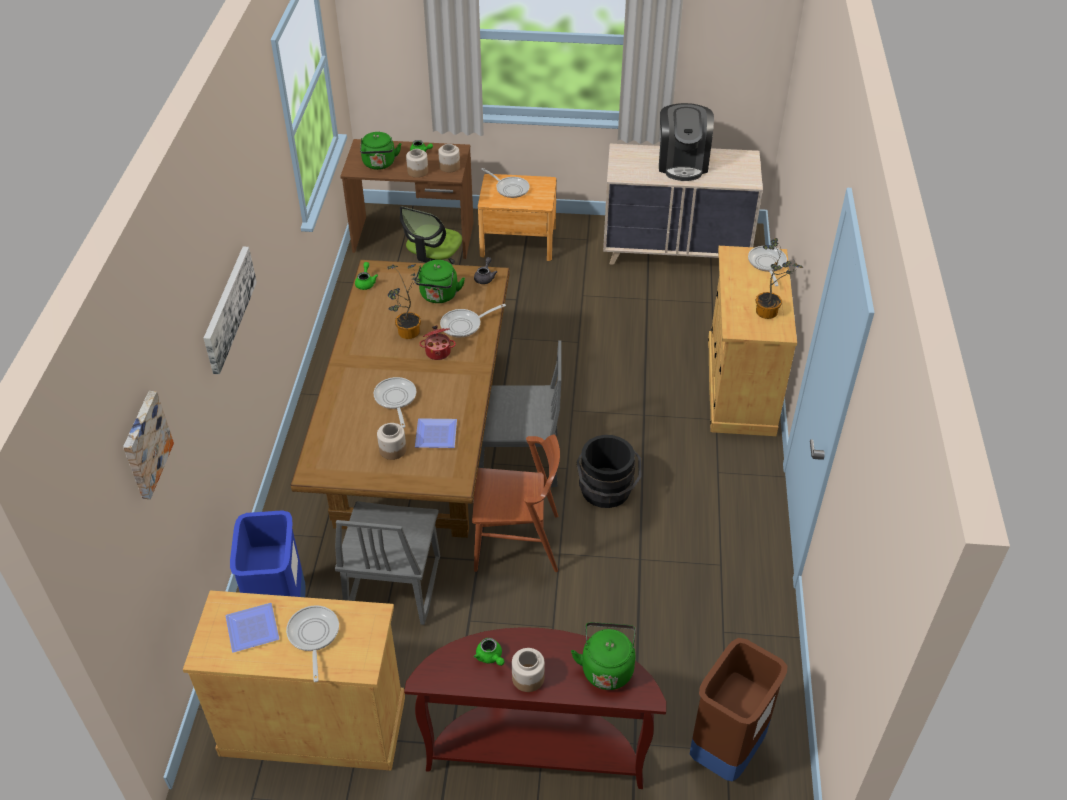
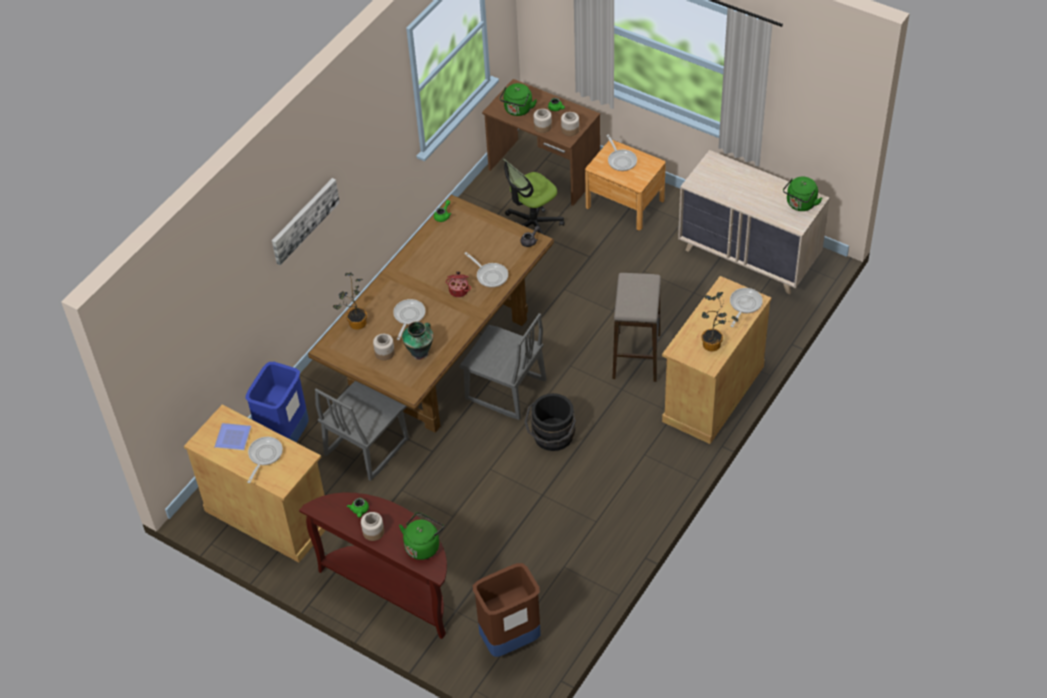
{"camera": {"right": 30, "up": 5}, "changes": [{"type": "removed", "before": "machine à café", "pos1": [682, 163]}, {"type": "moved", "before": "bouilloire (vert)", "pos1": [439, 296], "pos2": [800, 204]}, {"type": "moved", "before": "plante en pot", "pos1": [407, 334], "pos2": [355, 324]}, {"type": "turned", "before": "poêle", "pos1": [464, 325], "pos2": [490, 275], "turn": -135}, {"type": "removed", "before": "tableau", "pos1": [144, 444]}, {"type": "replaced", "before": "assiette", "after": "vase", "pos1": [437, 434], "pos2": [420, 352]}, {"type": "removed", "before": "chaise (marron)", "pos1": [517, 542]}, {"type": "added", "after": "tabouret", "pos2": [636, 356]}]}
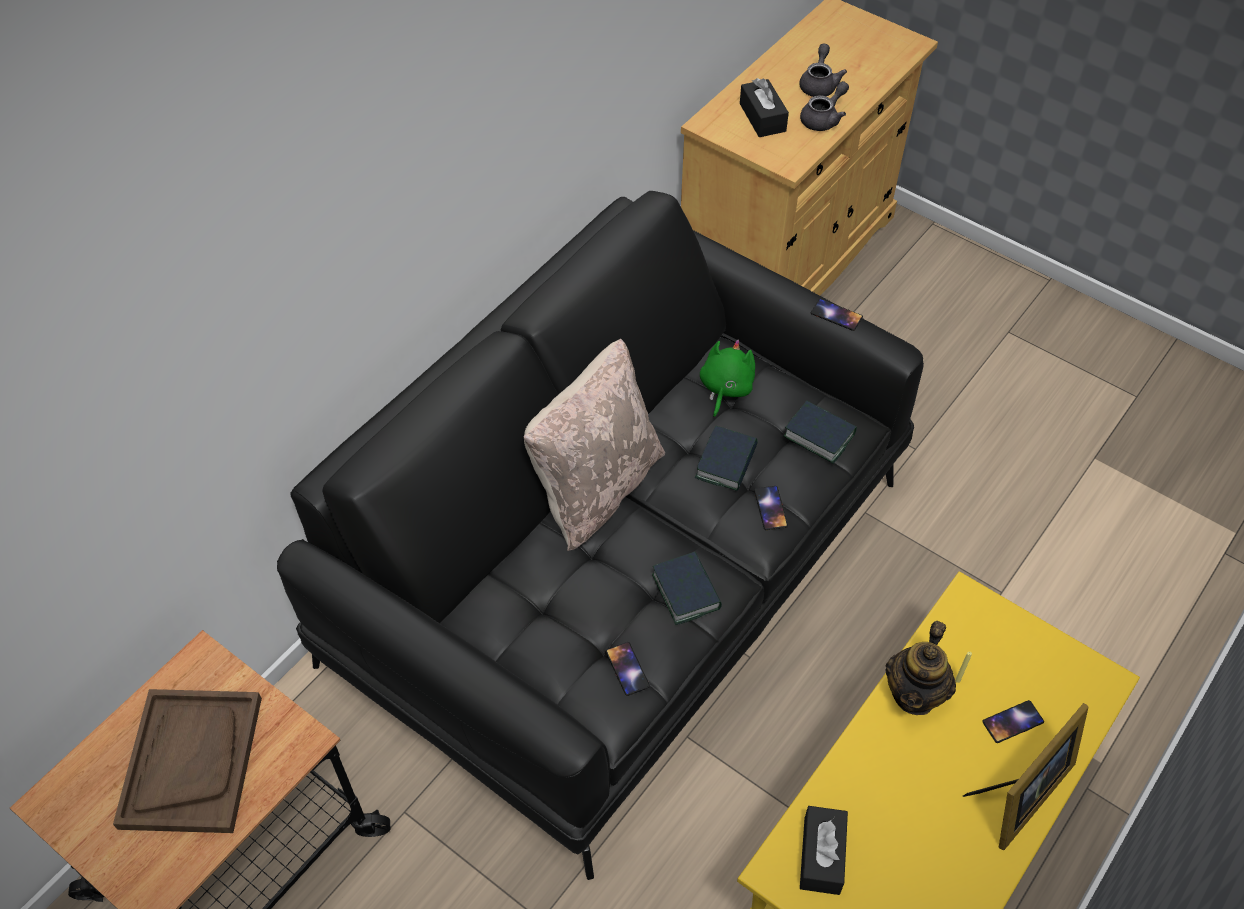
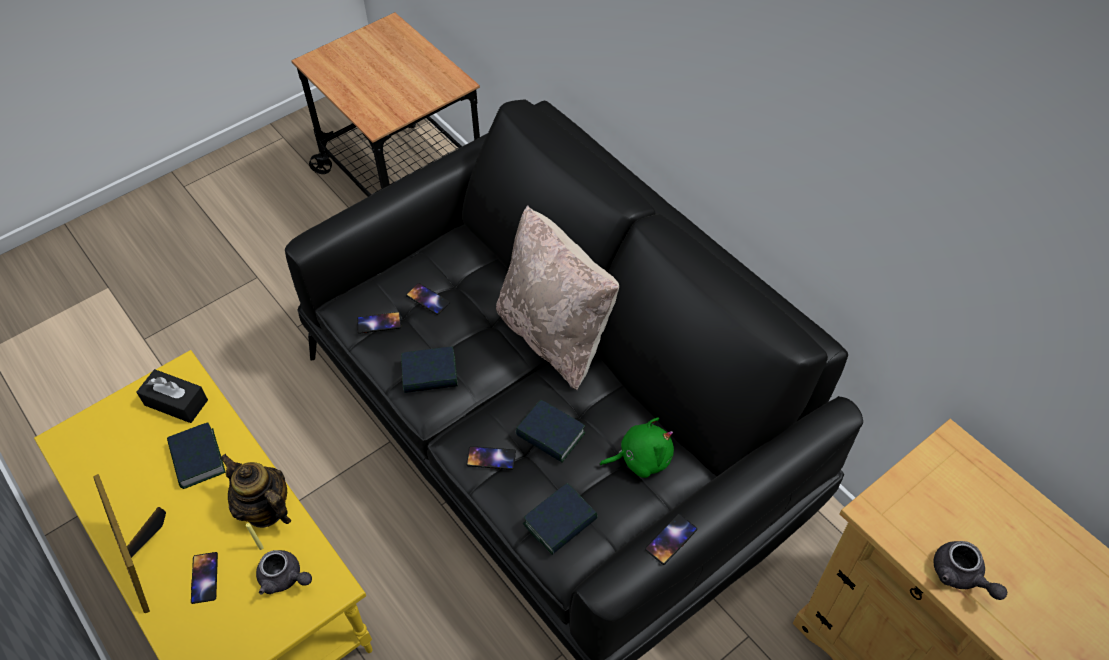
{"camera": {"right": 105, "up": 0}, "changes": [{"type": "moved", "before": "théière (gris)", "pos1": [819, 84], "pos2": [285, 578]}, {"type": "removed", "before": "boîte à mouchoirs (noir)", "pos1": [762, 117]}, {"type": "turned", "before": "peluche (vert)", "pos1": [725, 388], "pos2": [641, 458], "turn": -45}, {"type": "removed", "before": "plateau (marron)", "pos1": [191, 761]}, {"type": "added", "after": "téléphone", "pos2": [427, 299]}, {"type": "added", "after": "livre", "pos2": [197, 459]}]}
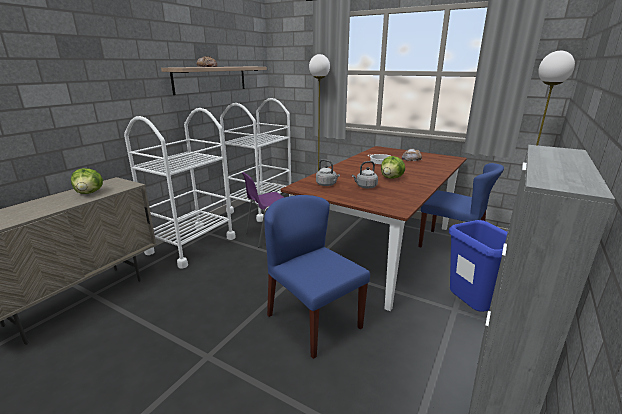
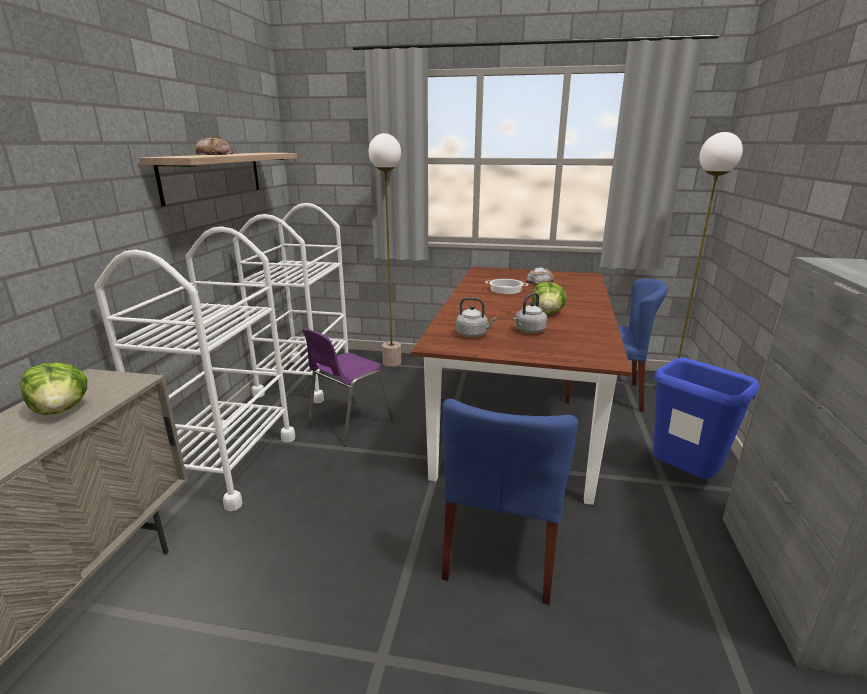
{"camera": {"right": -20, "up": 0}, "changes": [{"type": "turned", "before": "chaise (bleu)", "pos1": [313, 321], "pos2": [503, 547], "turn": -105}]}
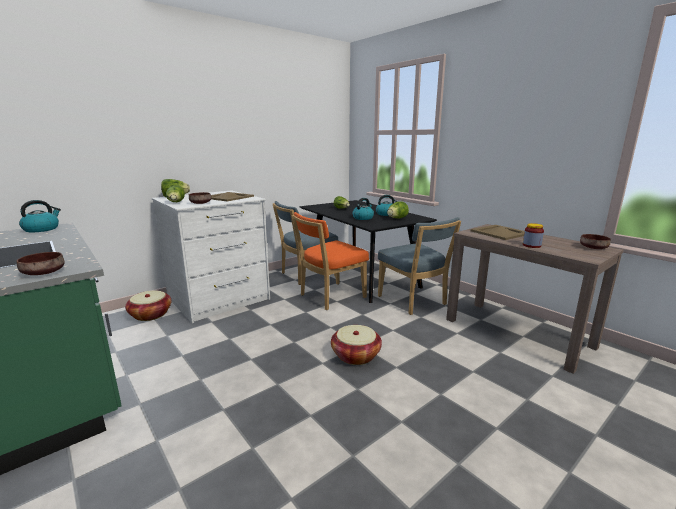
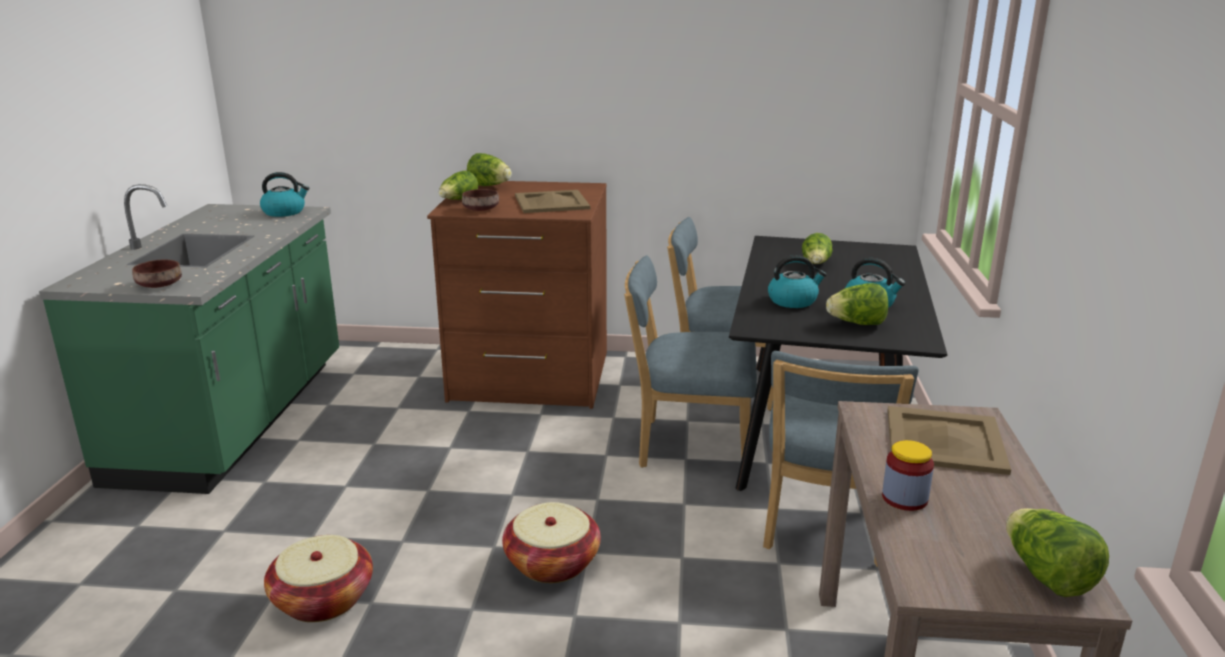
{"camera": {"right": 45, "up": 5}, "changes": [{"type": "recoloured", "before": "commode (blanc)", "after": "commode (marron)", "pos1": [219, 299], "pos2": [529, 377]}, {"type": "recoloured", "before": "chaise (orange)", "after": "chaise (bleu)", "pos1": [330, 297], "pos2": [688, 446]}, {"type": "replaced", "before": "bol (marron)", "after": "laitue", "pos1": [594, 248], "pos2": [1047, 576]}, {"type": "moved", "before": "panier", "pos1": [150, 315], "pos2": [323, 600]}]}
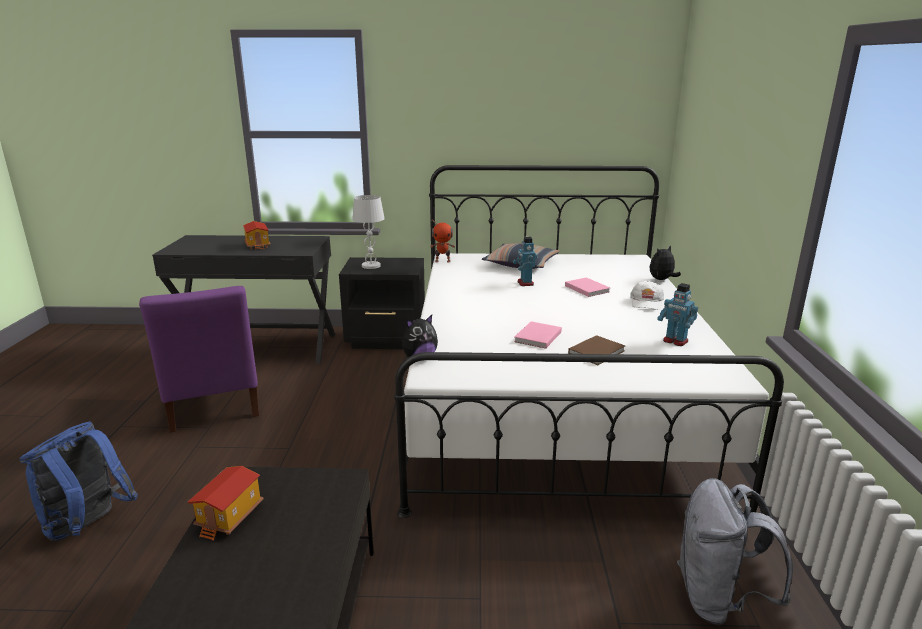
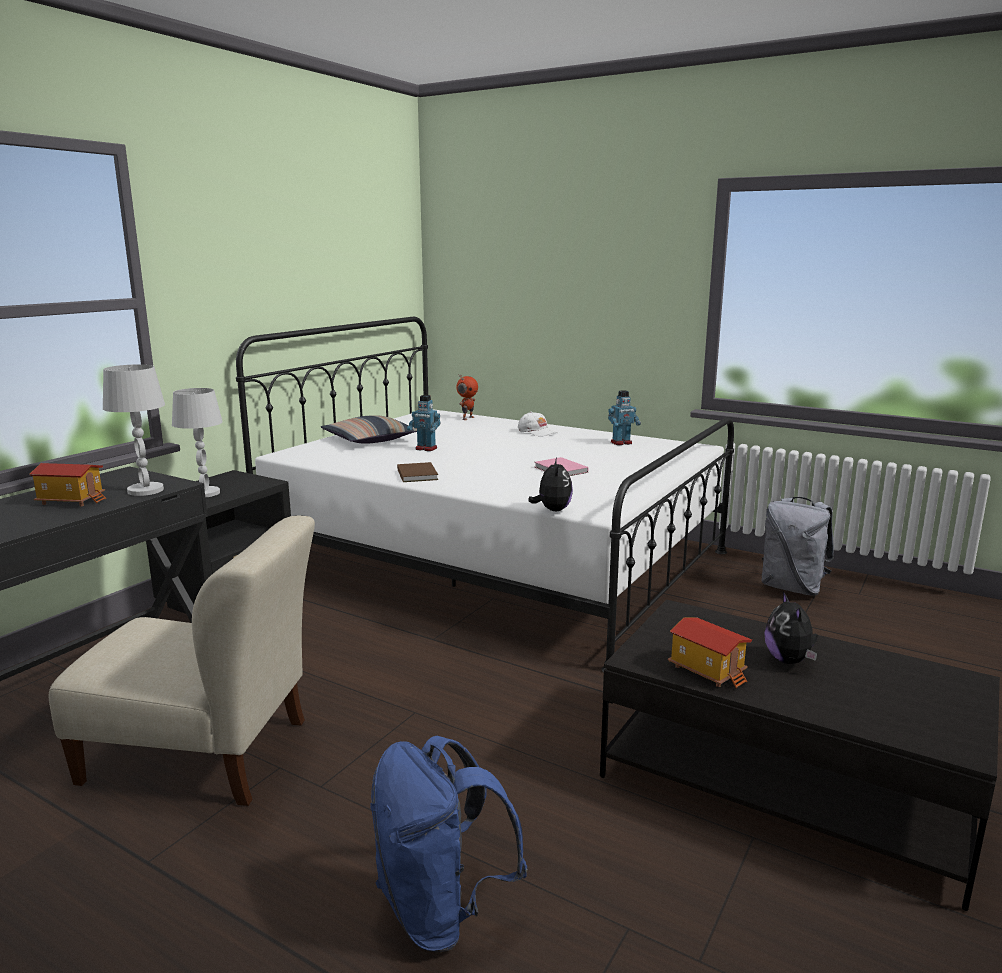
{"camera": {"right": -60, "up": -5}, "changes": [{"type": "moved", "before": "robot jouet", "pos1": [442, 261], "pos2": [467, 418]}, {"type": "moved", "before": "peluche", "pos1": [662, 280], "pos2": [789, 660]}, {"type": "removed", "before": "livre (rose)", "pos1": [586, 288]}, {"type": "recoloured", "before": "chaise (violet)", "after": "chaise (beige)", "pos1": [213, 402], "pos2": [205, 754]}, {"type": "moved", "before": "livre (marron)", "pos1": [598, 352], "pos2": [418, 474]}, {"type": "added", "after": "lampe de table (blanc)", "pos2": [145, 490]}]}
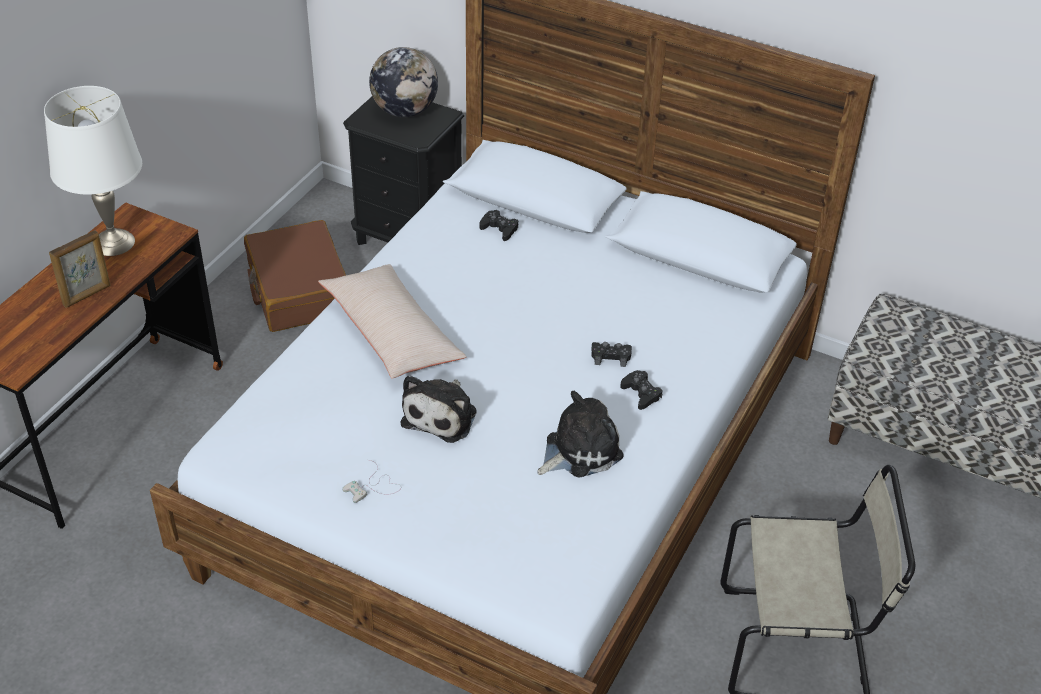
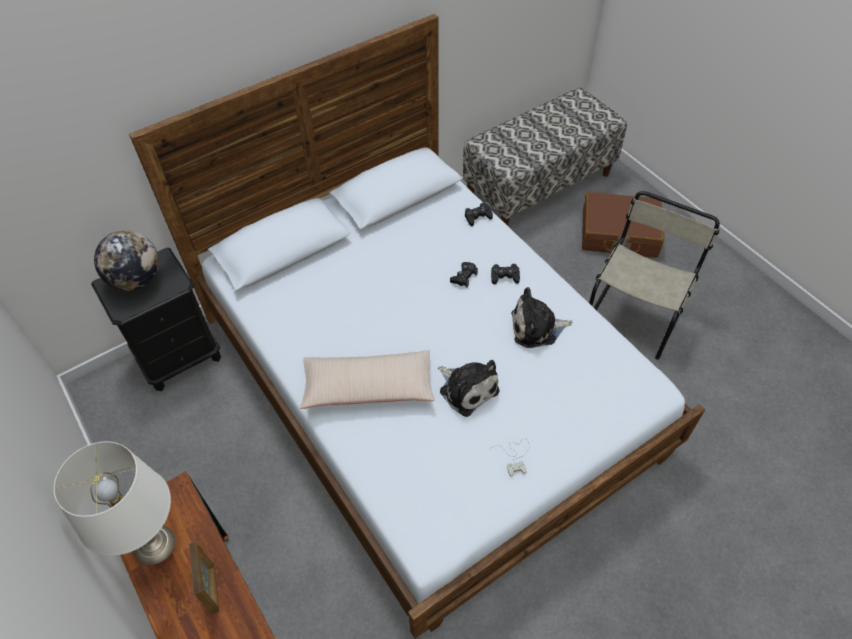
{"camera": {"right": -60, "up": 10}, "changes": [{"type": "moved", "before": "manette (noir)", "pos1": [499, 229], "pos2": [477, 217]}, {"type": "moved", "before": "valise (marron)", "pos1": [298, 290], "pos2": [618, 234]}, {"type": "turned", "before": "peluche", "pos1": [579, 450], "pos2": [536, 328], "turn": -90}]}
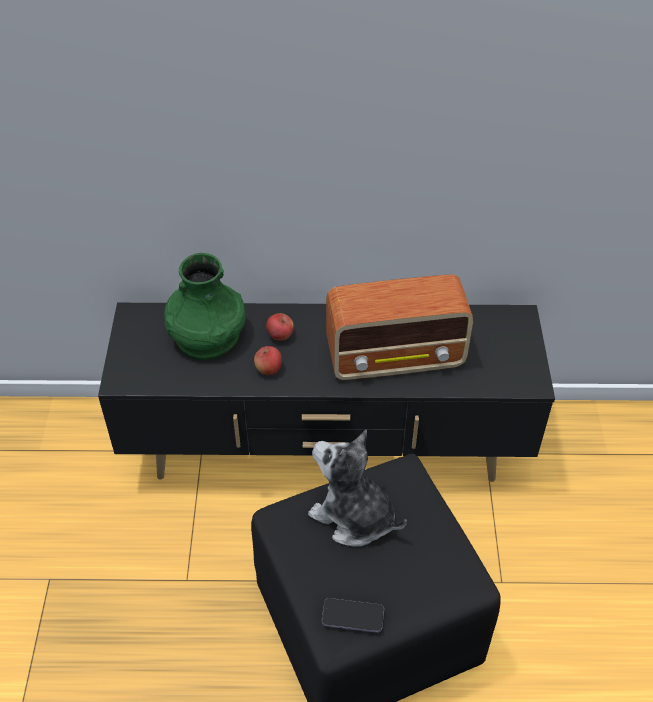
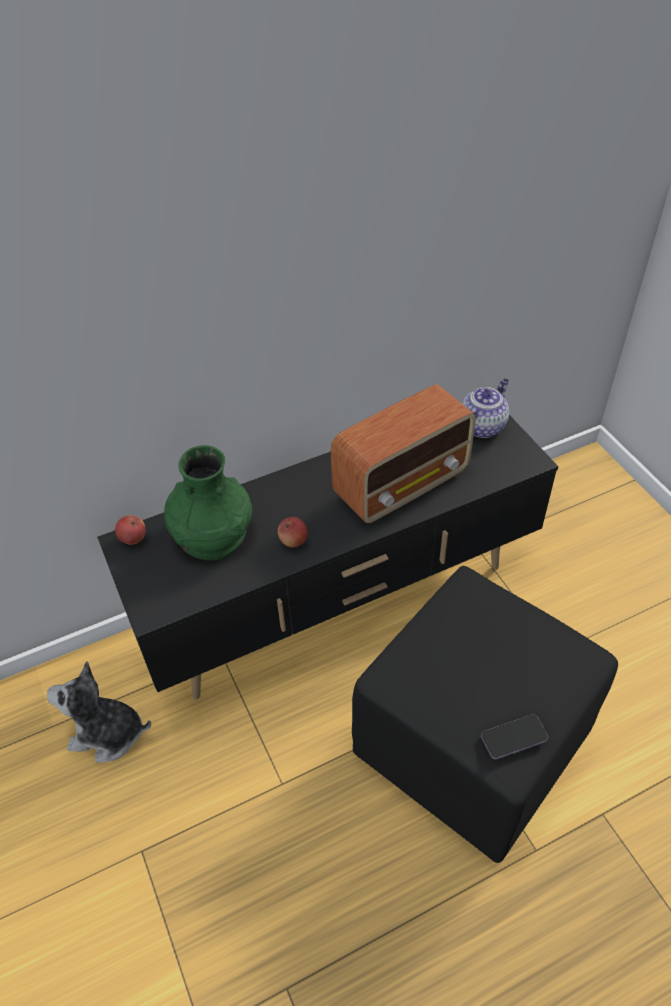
{"camera": {"right": -25, "up": 0}, "changes": [{"type": "moved", "before": "pomme", "pos1": [280, 336], "pos2": [133, 539]}, {"type": "moved", "before": "peluche", "pos1": [353, 516], "pos2": [107, 734]}, {"type": "added", "after": "théière", "pos2": [482, 426]}]}
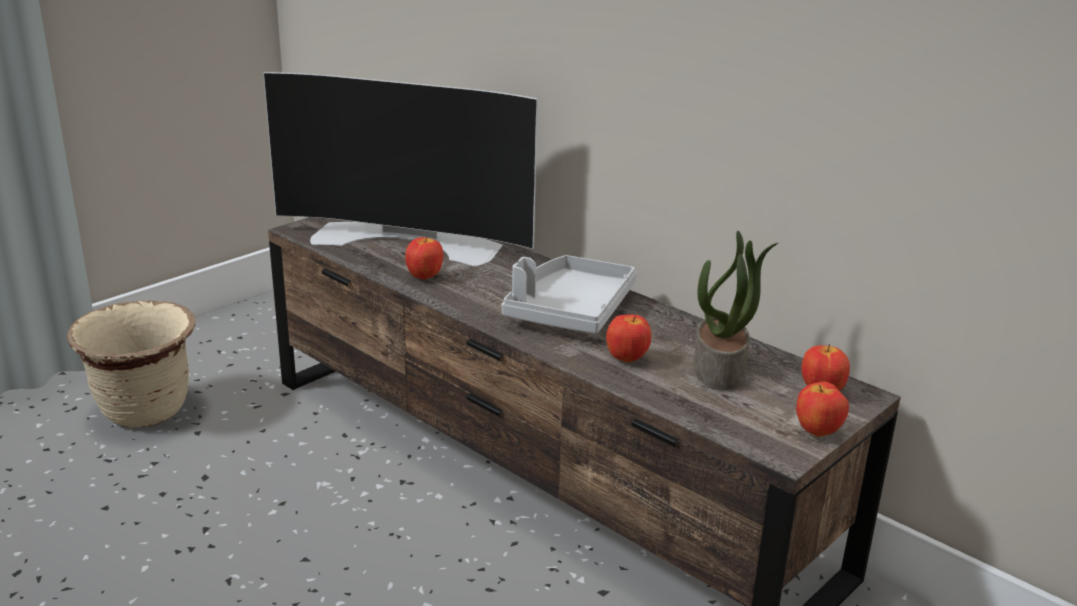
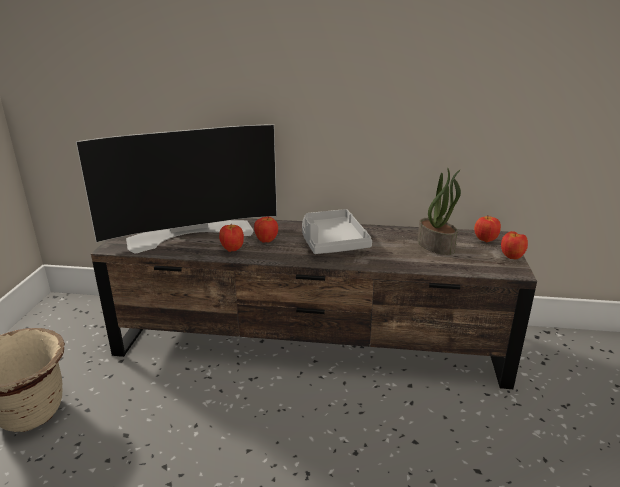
{"camera": {"right": -35, "up": 0}, "changes": [{"type": "moved", "before": "pomme", "pos1": [627, 359], "pos2": [266, 241]}]}
